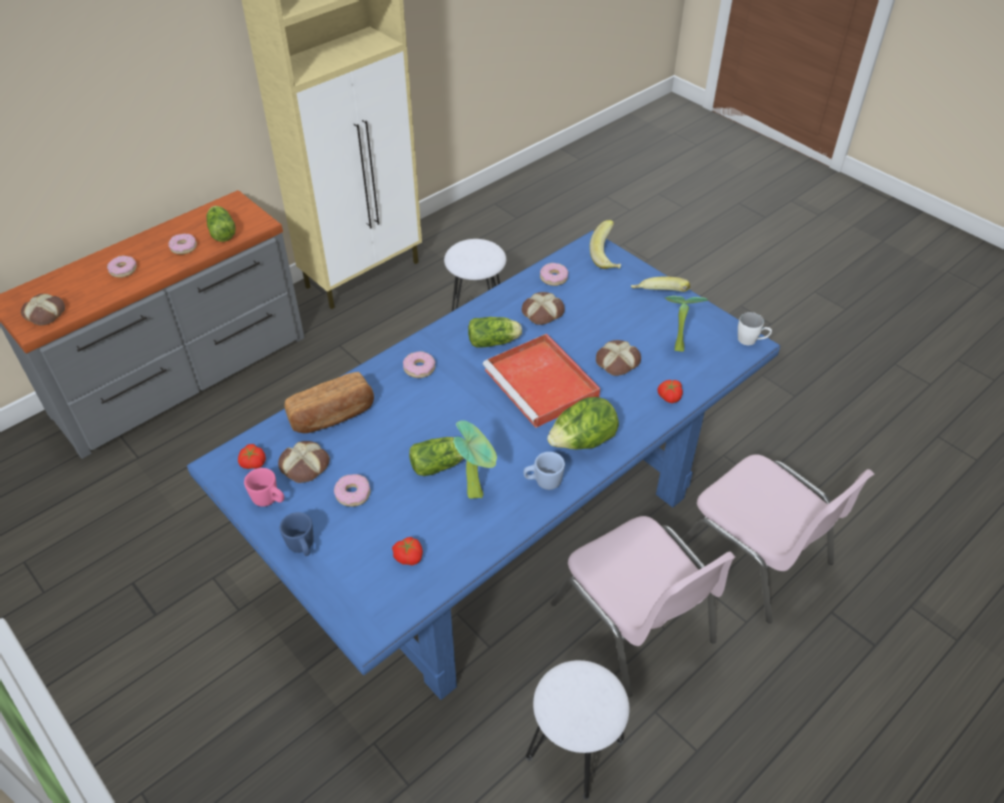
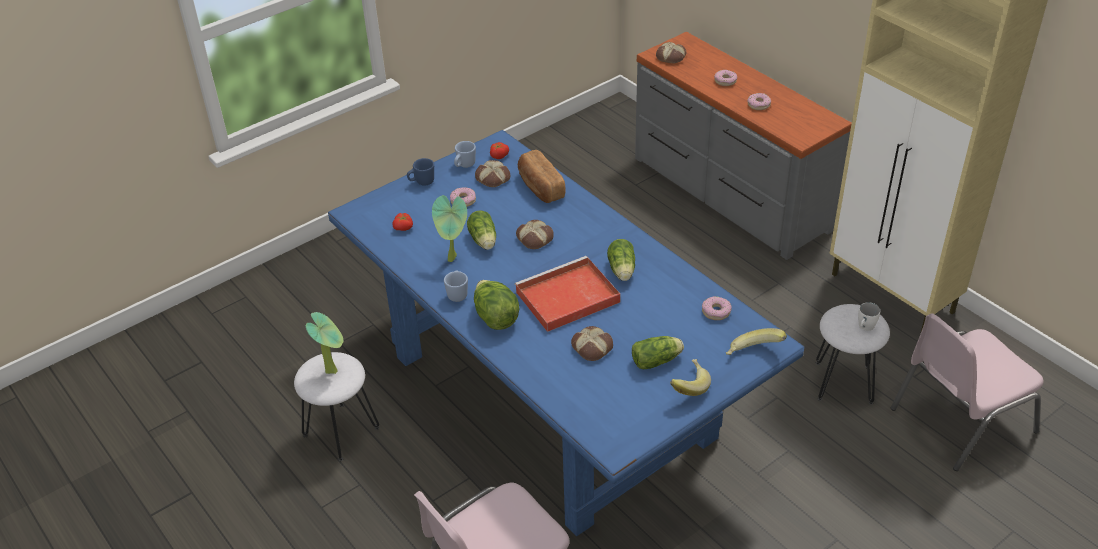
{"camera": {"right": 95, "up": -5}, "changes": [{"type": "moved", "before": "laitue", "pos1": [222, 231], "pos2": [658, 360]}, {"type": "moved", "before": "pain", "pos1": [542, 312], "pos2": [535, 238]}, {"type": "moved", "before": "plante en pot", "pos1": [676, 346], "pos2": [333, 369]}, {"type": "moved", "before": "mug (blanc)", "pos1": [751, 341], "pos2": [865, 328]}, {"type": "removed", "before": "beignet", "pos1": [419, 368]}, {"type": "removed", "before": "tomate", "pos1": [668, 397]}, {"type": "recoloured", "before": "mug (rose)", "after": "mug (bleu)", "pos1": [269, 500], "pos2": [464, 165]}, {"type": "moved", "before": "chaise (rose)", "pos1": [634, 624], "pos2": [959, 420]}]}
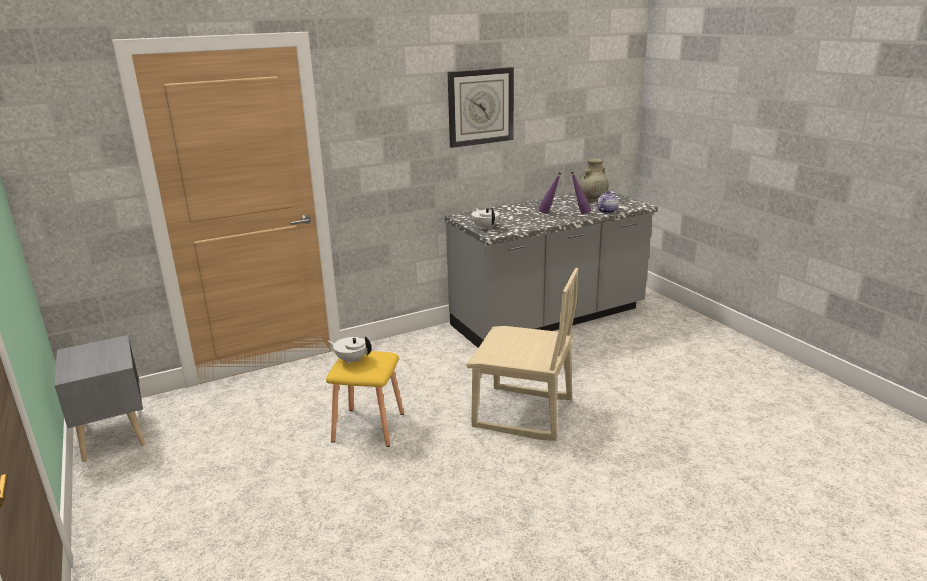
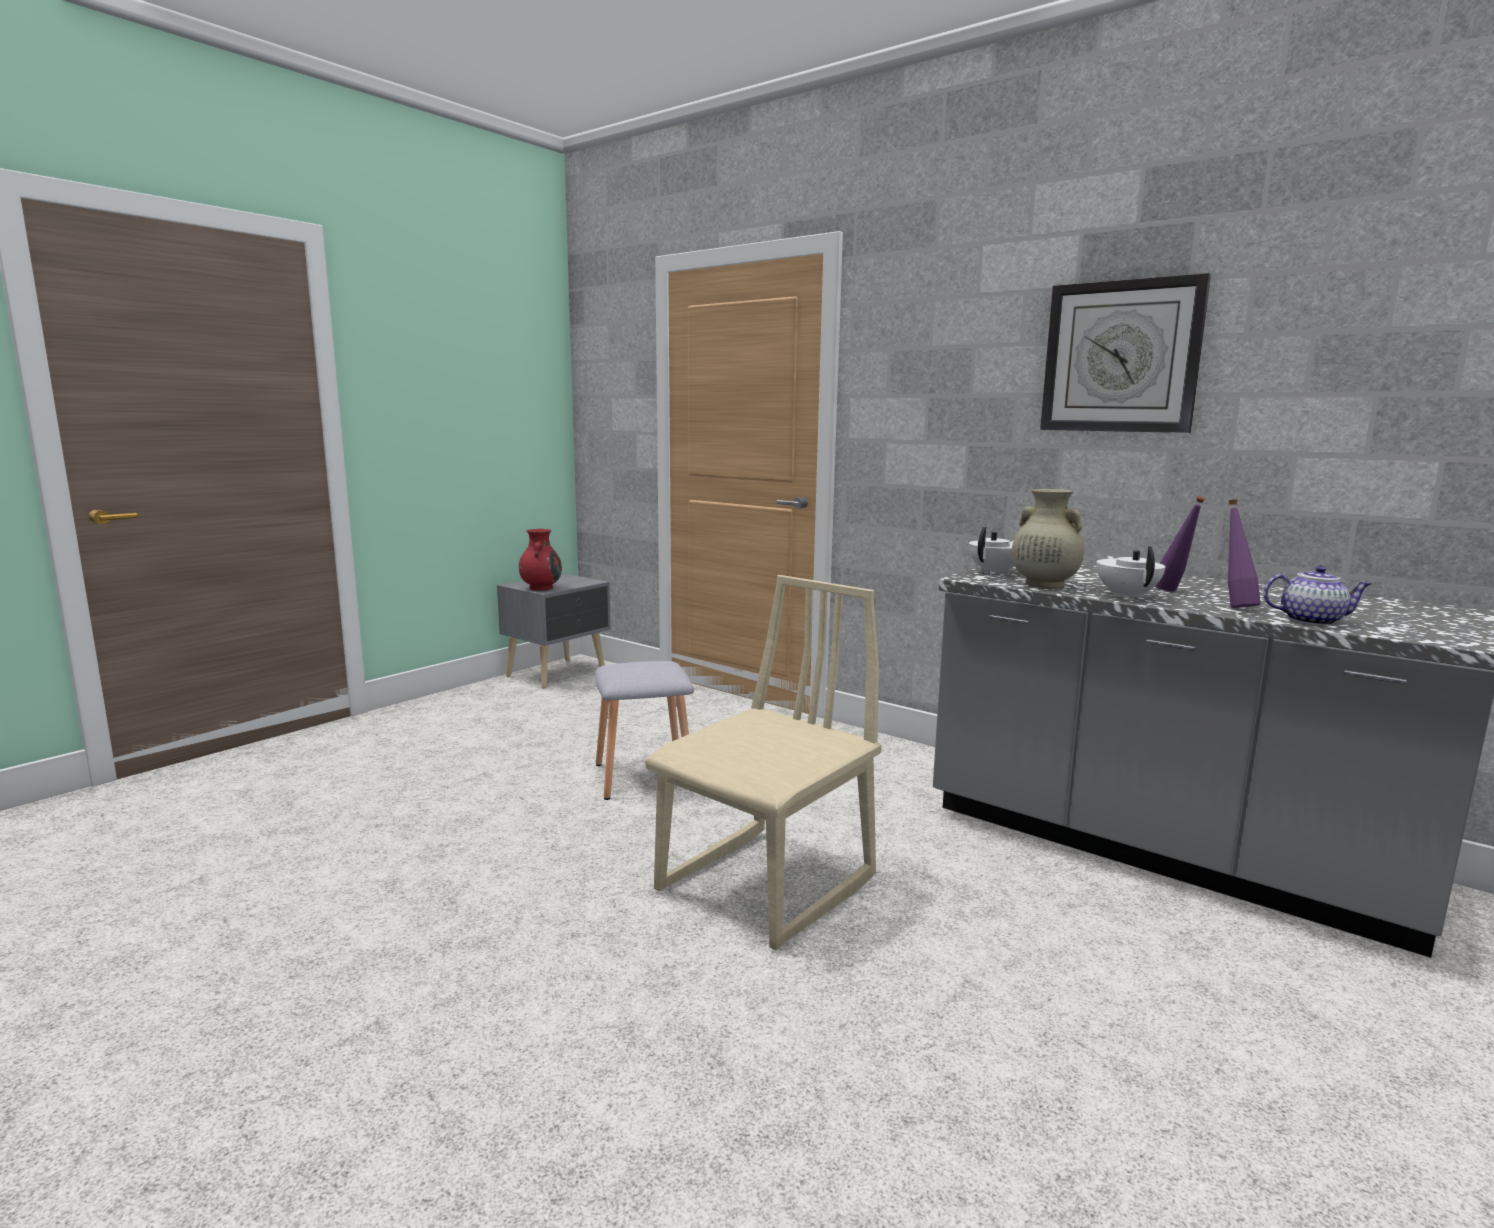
{"camera": {"right": 65, "up": -10}, "changes": [{"type": "moved", "before": "vase (beige)", "pos1": [593, 199], "pos2": [1043, 585]}, {"type": "turned", "before": "chaise (beige)", "pos1": [522, 414], "pos2": [768, 886], "turn": -135}, {"type": "moved", "before": "théière (blanc)", "pos1": [351, 360], "pos2": [1127, 596]}, {"type": "recoloured", "before": "tabouret (jaune)", "after": "tabouret (gris)", "pos1": [368, 426], "pos2": [645, 776]}, {"type": "added", "after": "vase (rouge)", "pos2": [541, 588]}]}
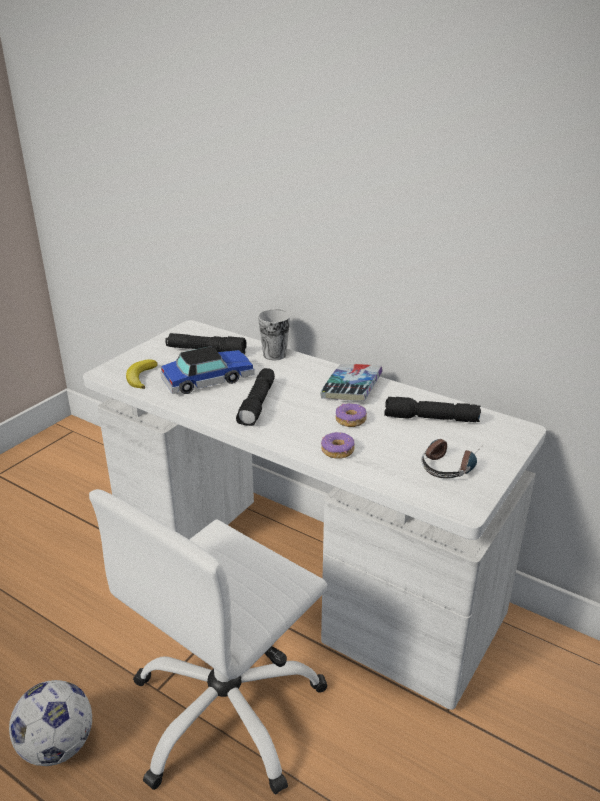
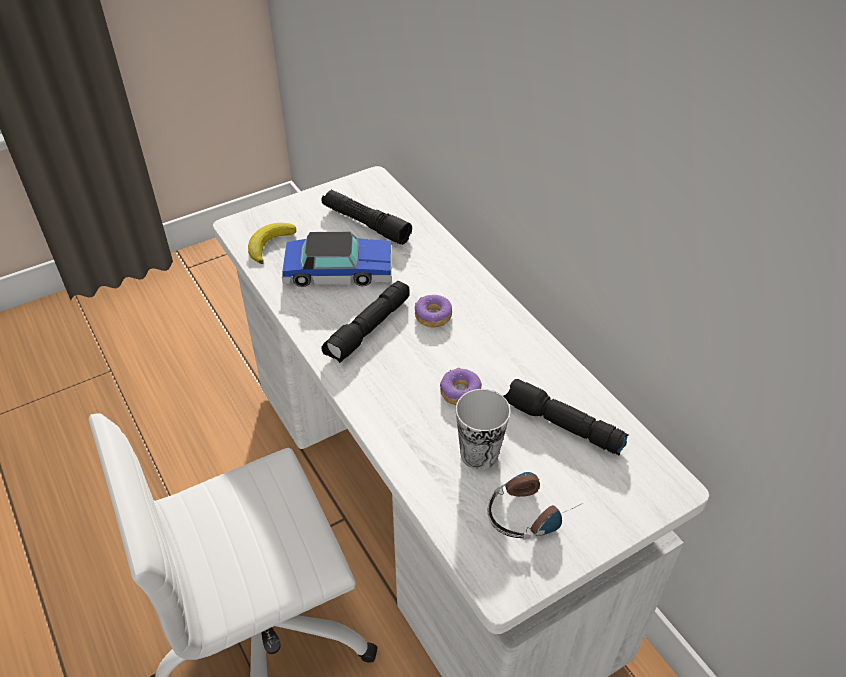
{"camera": {"right": 25, "up": 15}, "changes": [{"type": "moved", "before": "tasse", "pos1": [274, 355], "pos2": [479, 454]}, {"type": "removed", "before": "livre", "pos1": [351, 388]}, {"type": "moved", "before": "beignet", "pos1": [337, 451], "pos2": [433, 316]}, {"type": "removed", "before": "ballon de foot", "pos1": [58, 745]}]}
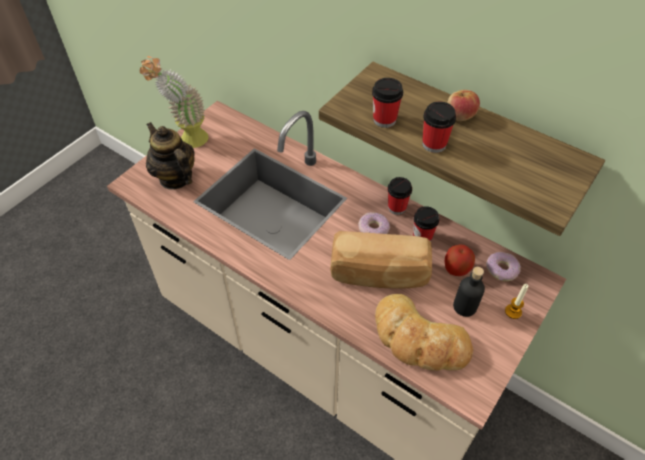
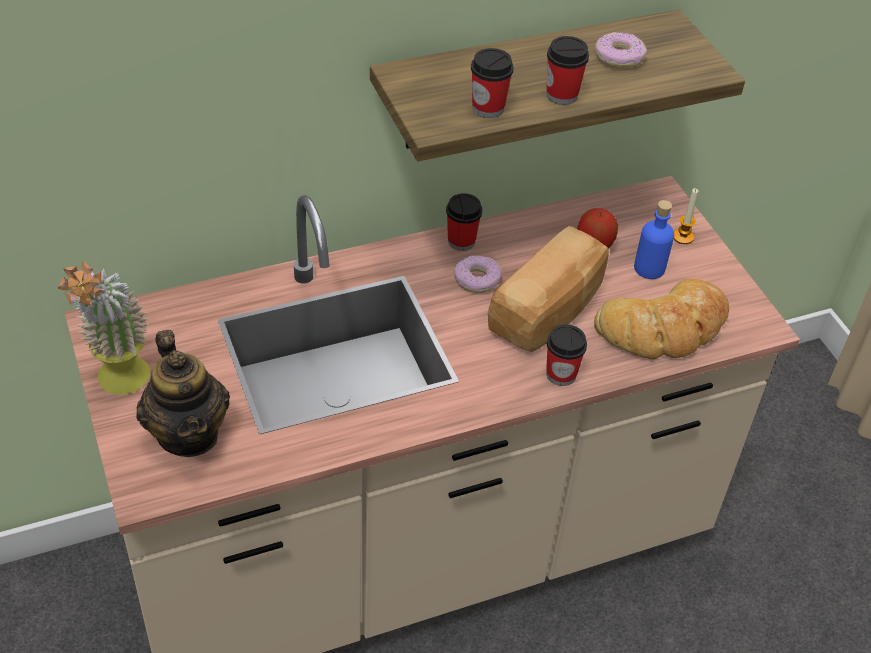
{"camera": {"right": -60, "up": -5}, "changes": [{"type": "removed", "before": "pomme", "pos1": [460, 115]}, {"type": "turned", "before": "théière", "pos1": [175, 178], "pos2": [188, 433], "turn": -105}, {"type": "moved", "before": "tasse", "pos1": [422, 237], "pos2": [561, 374]}, {"type": "moved", "before": "beignet", "pos1": [502, 269], "pos2": [618, 57]}, {"type": "recoloured", "before": "bouteille (noir)", "after": "bouteille (bleu)", "pos1": [465, 306], "pos2": [649, 268]}]}
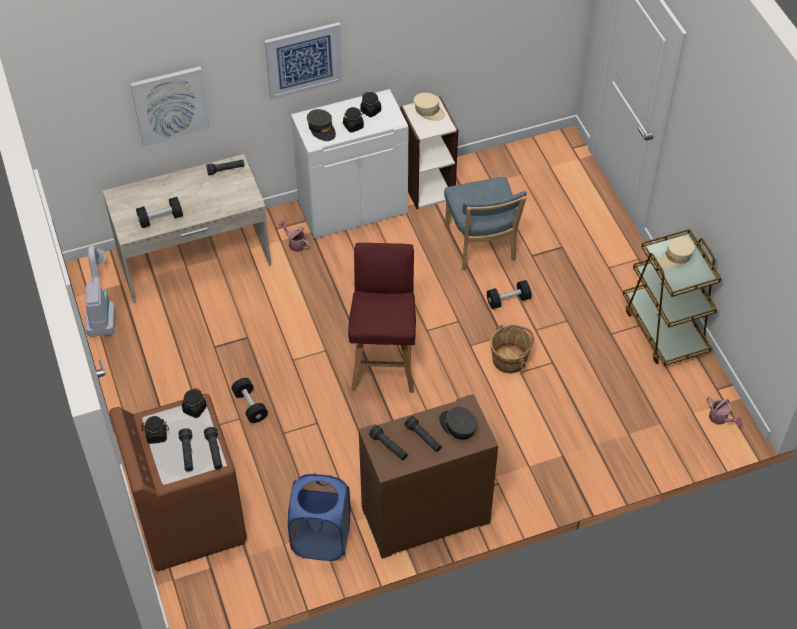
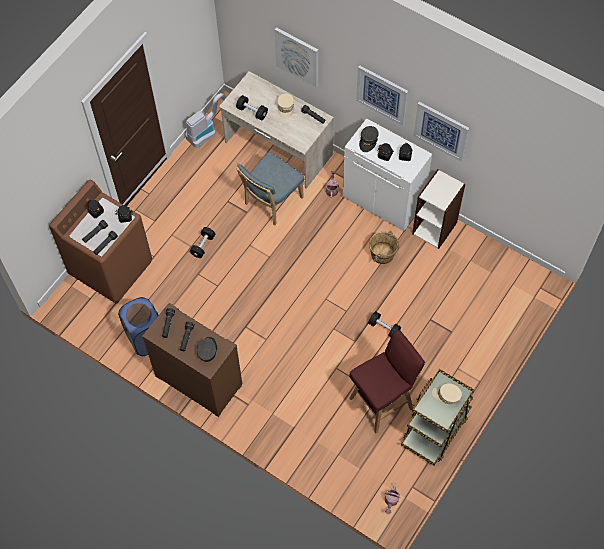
{"camera": {"right": 55, "up": 10}, "changes": [{"type": "moved", "before": "casquette (beige)", "pos1": [429, 111], "pos2": [285, 108]}, {"type": "moved", "before": "chaise (bleu)", "pos1": [481, 246], "pos2": [271, 202]}, {"type": "moved", "before": "tabouret (rouge)", "pos1": [384, 364], "pos2": [382, 402]}, {"type": "moved", "before": "seau (marron)", "pos1": [510, 359], "pos2": [383, 254]}, {"type": "added", "after": "tableau", "pos2": [441, 131]}]}
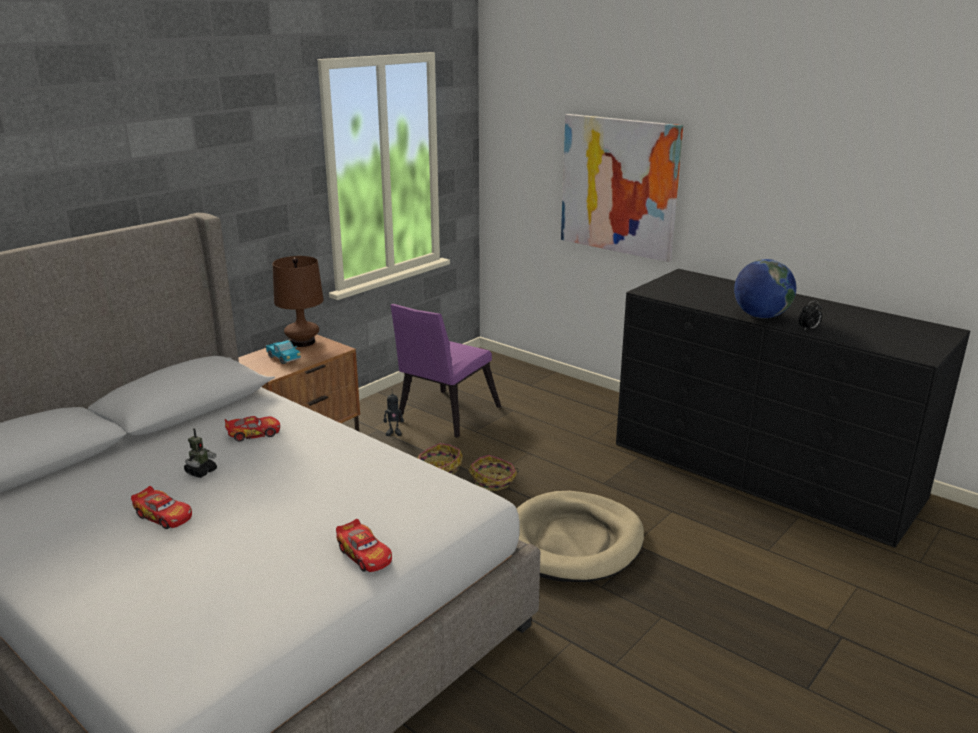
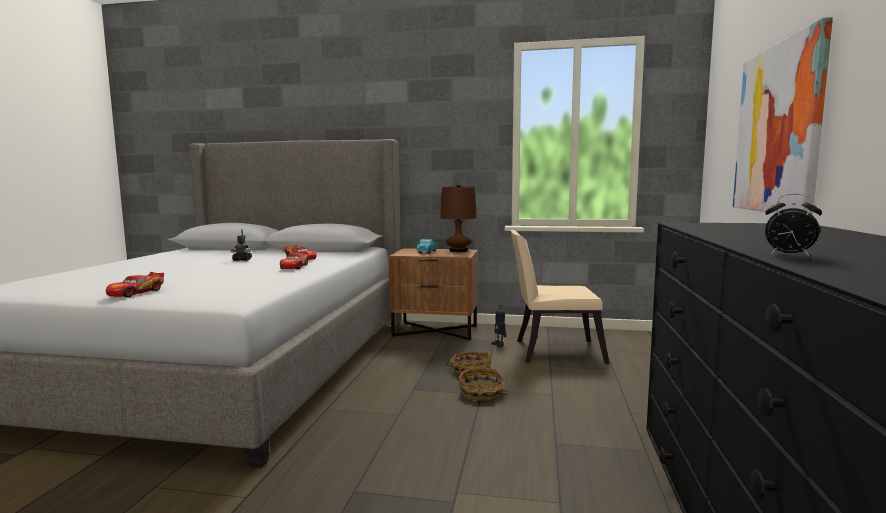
{"camera": {"right": 60, "up": -15}, "changes": [{"type": "removed", "before": "globe", "pos1": [760, 316]}, {"type": "recoloured", "before": "chaise (violet)", "after": "chaise (beige)", "pos1": [444, 416], "pos2": [552, 351]}, {"type": "moved", "before": "petite voiture", "pos1": [164, 516], "pos2": [294, 266]}, {"type": "removed", "before": "panier pour chien (beige)", "pos1": [572, 541]}]}
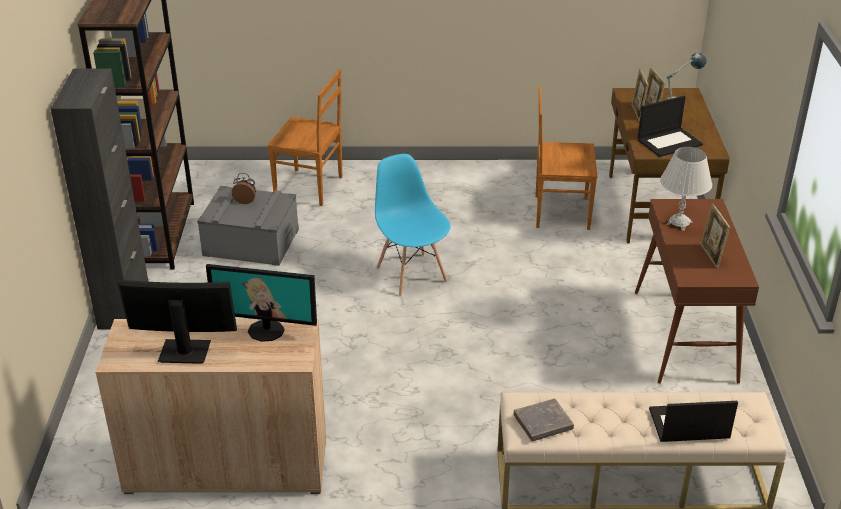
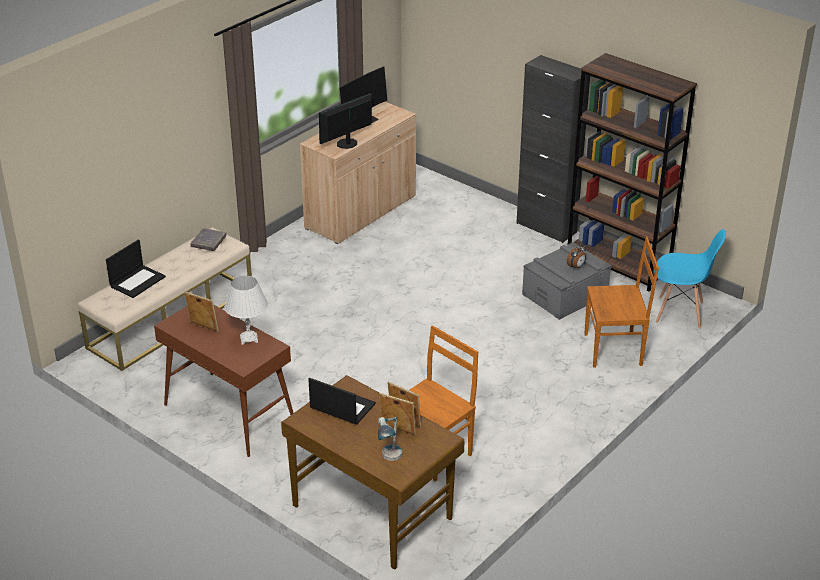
{"camera": {"right": 130, "up": 0}, "changes": [{"type": "turned", "before": "chaise (marron)", "pos1": [310, 188], "pos2": [615, 349], "turn": -150}, {"type": "turned", "before": "ordinateur portable", "pos1": [669, 142], "pos2": [341, 406], "turn": 105}, {"type": "moved", "before": "chaise (bleu)", "pos1": [411, 274], "pos2": [680, 313]}]}
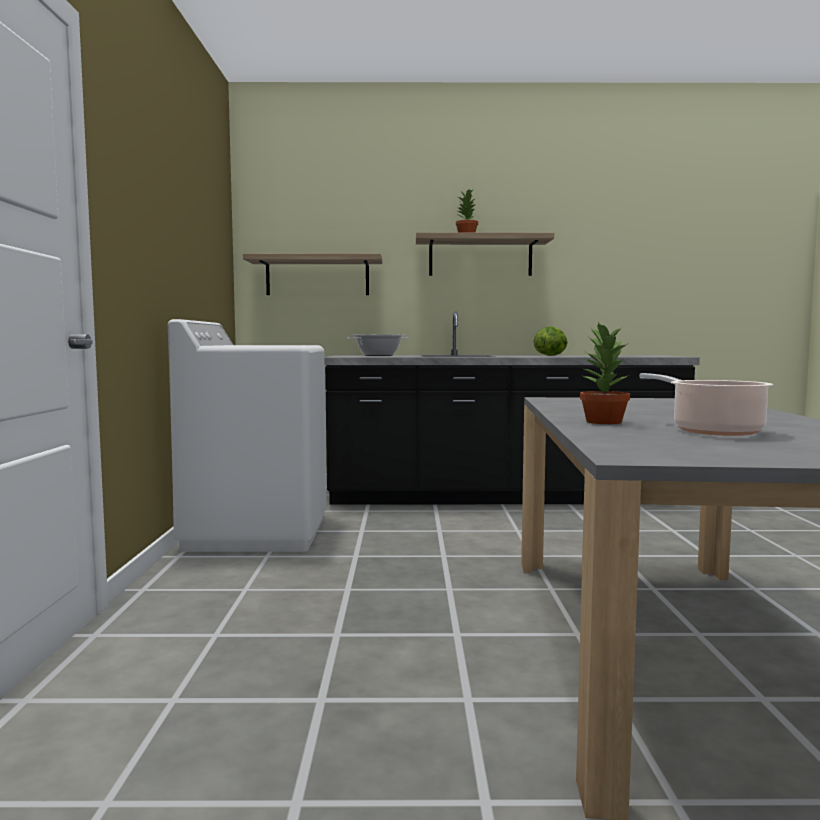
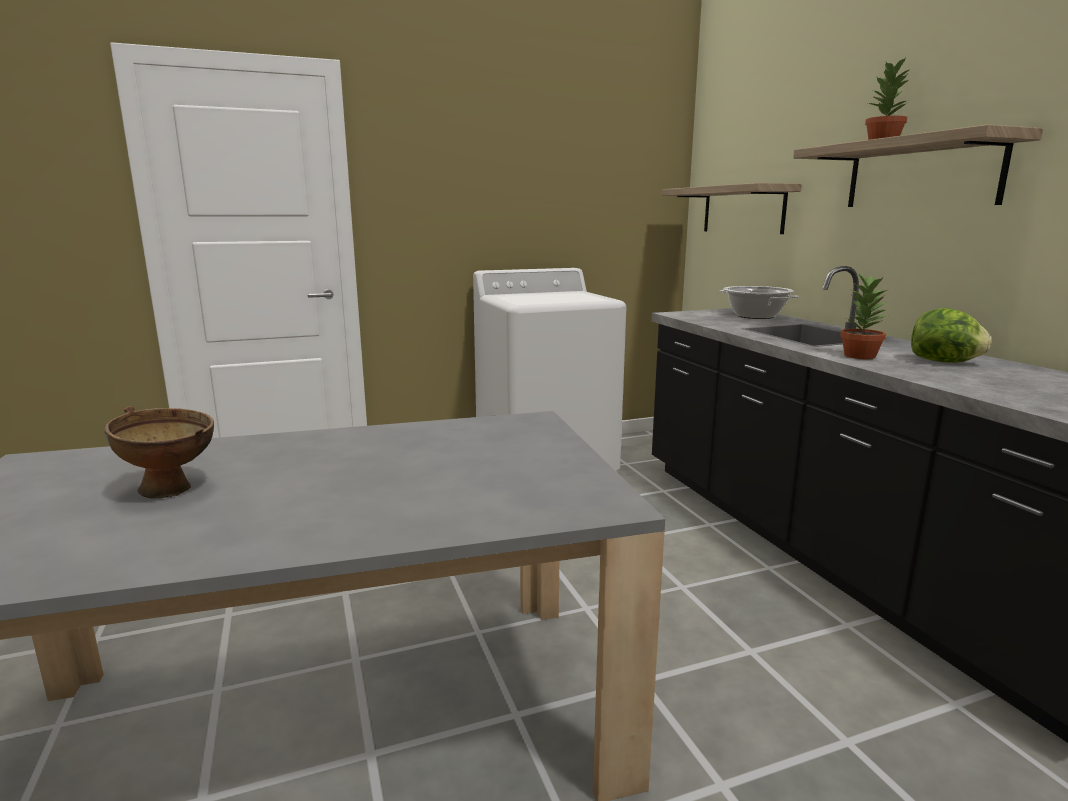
{"camera": {"right": 70, "up": 10}, "changes": [{"type": "moved", "before": "plante en pot", "pos1": [602, 422], "pos2": [859, 356]}, {"type": "replaced", "before": "marmite", "after": "bol (marron)", "pos1": [712, 431], "pos2": [173, 491]}]}
